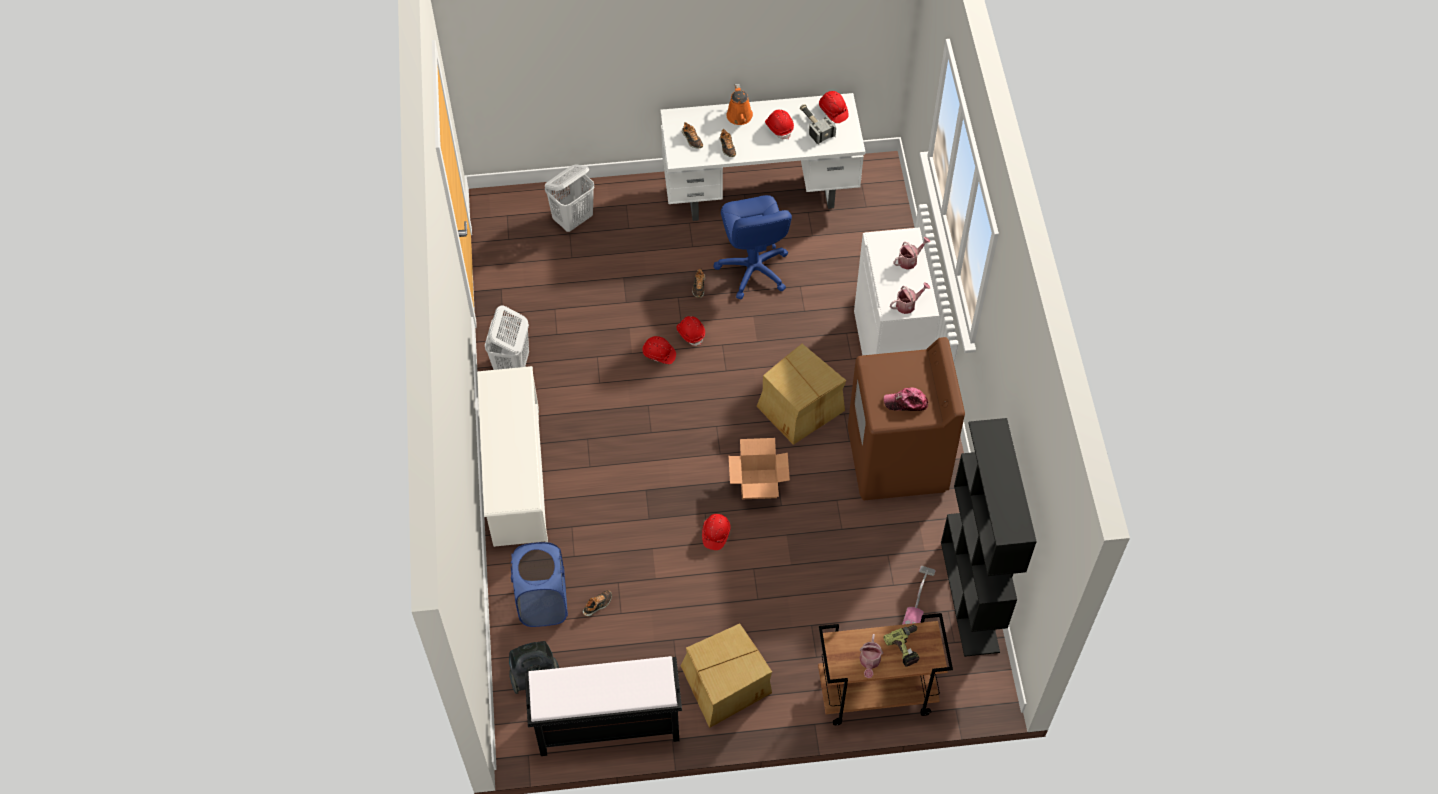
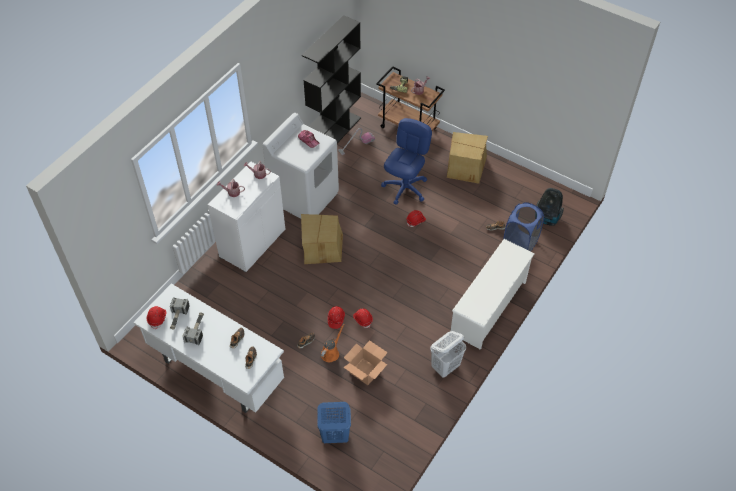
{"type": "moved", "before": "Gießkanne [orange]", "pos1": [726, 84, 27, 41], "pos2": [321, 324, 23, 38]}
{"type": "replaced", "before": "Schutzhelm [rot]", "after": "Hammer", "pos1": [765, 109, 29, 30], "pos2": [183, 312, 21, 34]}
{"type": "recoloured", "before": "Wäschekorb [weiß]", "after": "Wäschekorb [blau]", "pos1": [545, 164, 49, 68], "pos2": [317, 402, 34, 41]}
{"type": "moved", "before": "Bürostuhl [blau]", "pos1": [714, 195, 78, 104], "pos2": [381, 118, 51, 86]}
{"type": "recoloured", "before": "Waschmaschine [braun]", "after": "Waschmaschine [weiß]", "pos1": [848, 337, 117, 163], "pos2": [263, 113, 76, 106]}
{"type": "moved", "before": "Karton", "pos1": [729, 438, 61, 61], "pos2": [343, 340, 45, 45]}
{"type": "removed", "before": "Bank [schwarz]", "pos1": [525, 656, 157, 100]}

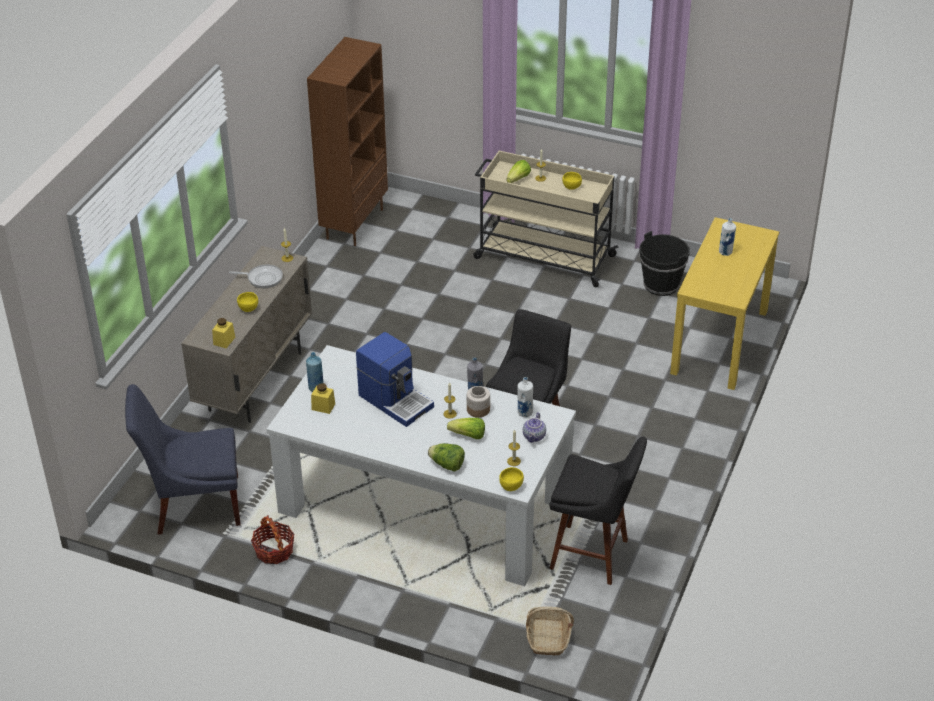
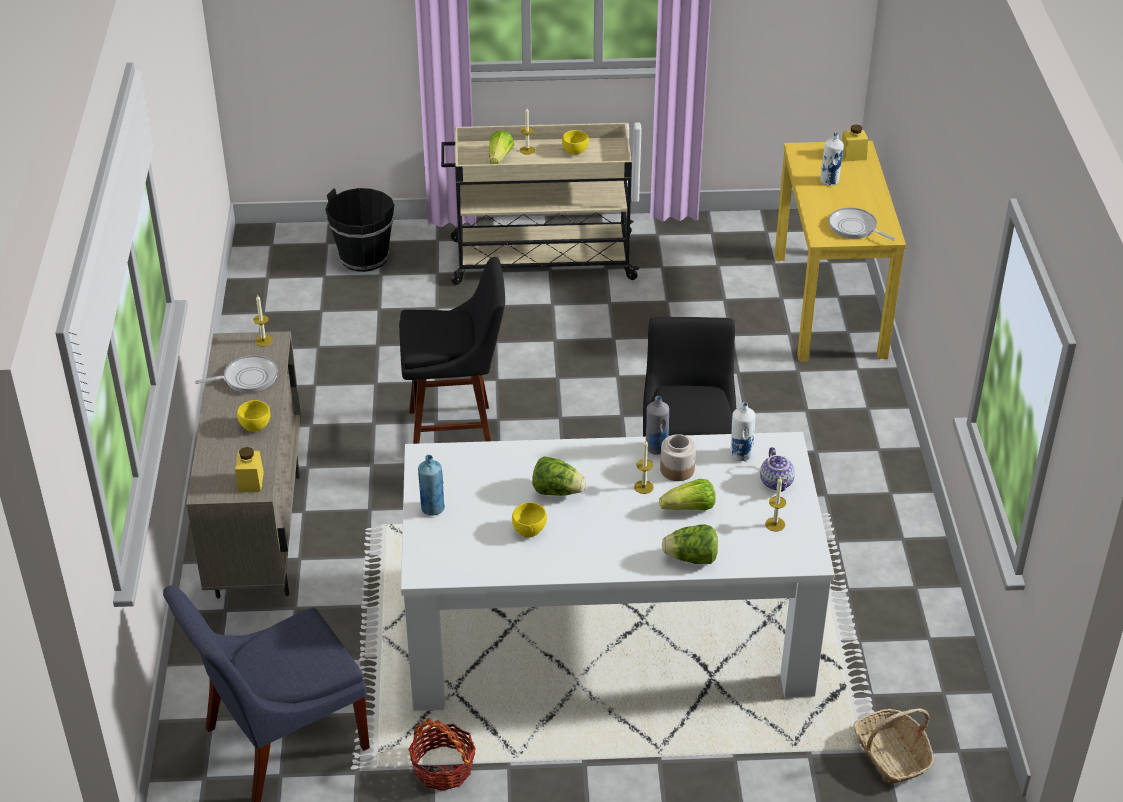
{"type": "removed", "before": "Bücherregal [braun]", "pos1": [307, 37, 81, 209]}
{"type": "moved", "before": "Eimer [schwarz]", "pos1": [639, 231, 51, 65], "pos2": [326, 188, 69, 84]}
{"type": "replaced", "before": "Kaffeemaschine", "after": "Salatkopf", "pos1": [356, 332, 78, 95], "pos2": [532, 456, 54, 40]}
{"type": "moved", "before": "Vorratsglas [gelb]", "pos1": [311, 383, 24, 31], "pos2": [842, 125, 26, 36]}
{"type": "moved", "before": "Hocker [schwarz]", "pos1": [549, 437, 98, 148], "pos2": [399, 257, 106, 187]}
{"type": "moved", "before": "Schüssel [gelb]", "pos1": [499, 467, 25, 24], "pos2": [512, 502, 35, 36]}
{"type": "added", "after": "Pfanne", "pos2": [829, 207, 67, 34]}

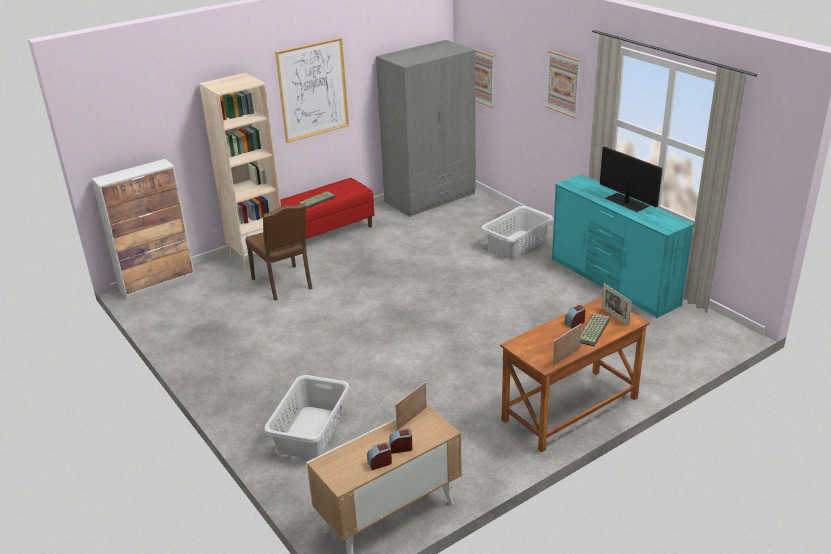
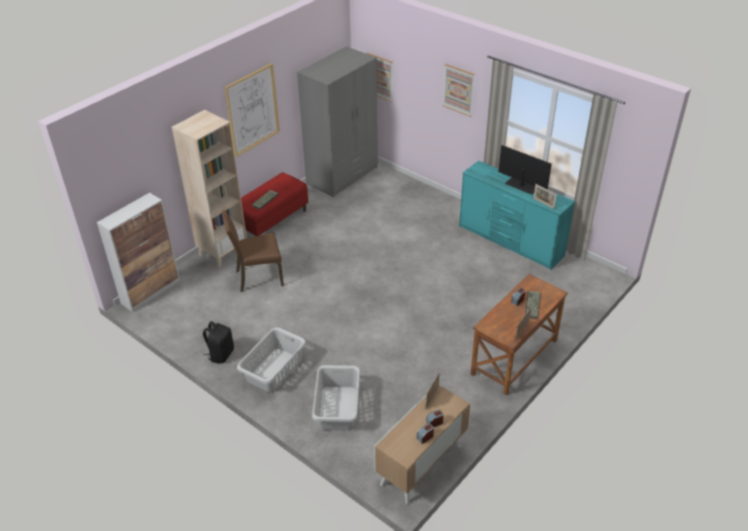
{"type": "turned", "before": "Stuhl [braun]", "pos1": [245, 203, 68, 98], "pos2": [222, 210, 62, 82], "turn": 120}
{"type": "moved", "before": "Wäschekorb [grau]", "pos1": [481, 206, 72, 52], "pos2": [237, 327, 69, 65]}
{"type": "moved", "before": "Bilderrahmen", "pos1": [601, 284, 31, 42], "pos2": [533, 184, 24, 25]}
{"type": "added", "after": "Rucksack [schwarz]", "pos2": [203, 321, 31, 42]}

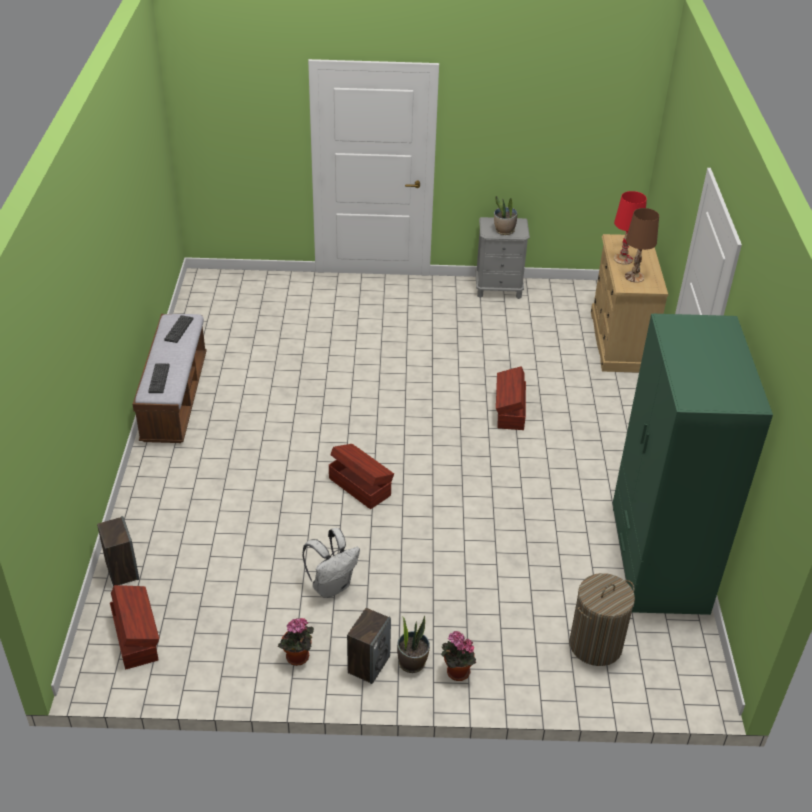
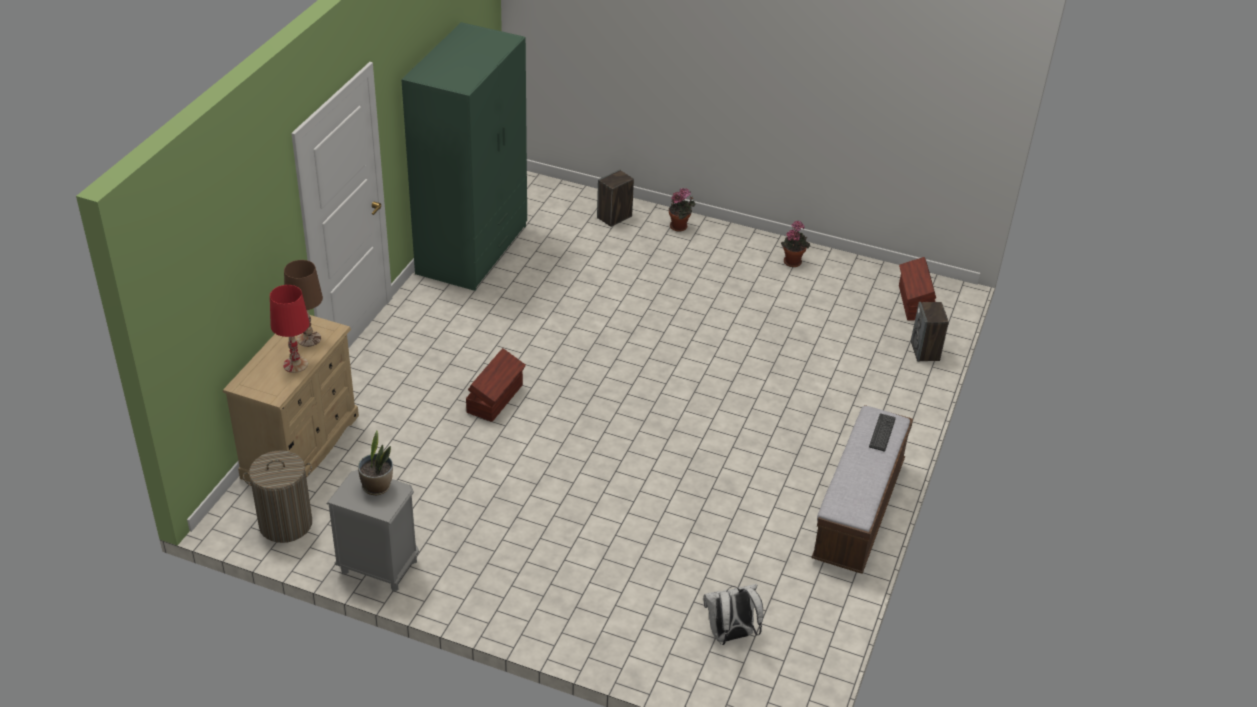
{"type": "removed", "before": "Tastatur", "pos1": [164, 315, 29, 28]}
{"type": "removed", "before": "Aufbewahrungsbox [braun]", "pos1": [329, 444, 65, 65]}
{"type": "moved", "before": "Rucksack [weiß]", "pos1": [302, 528, 58, 70], "pos2": [704, 584, 59, 61]}
{"type": "moved", "before": "Wäschekorb", "pos1": [569, 573, 66, 93], "pos2": [243, 450, 69, 93]}
{"type": "moved", "before": "Lautsprecher", "pos1": [347, 608, 44, 76], "pos2": [597, 169, 37, 58]}
{"type": "removed", "before": "Topfpflanze", "pos1": [397, 616, 33, 57]}

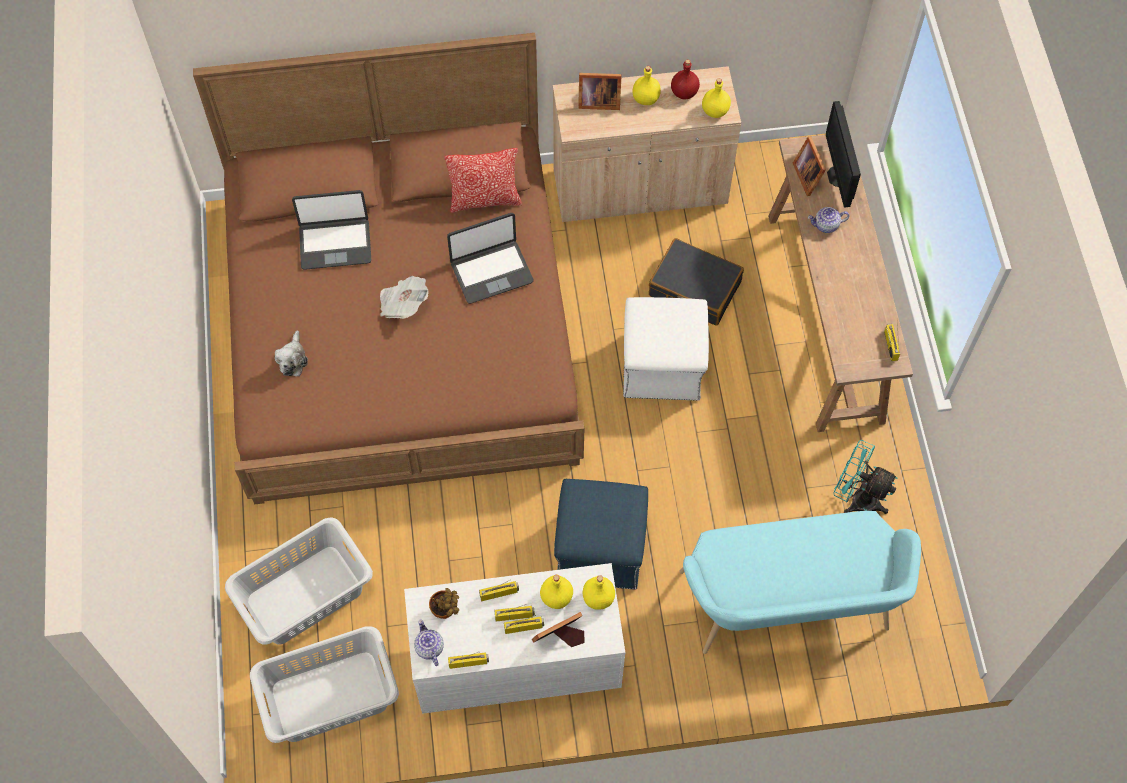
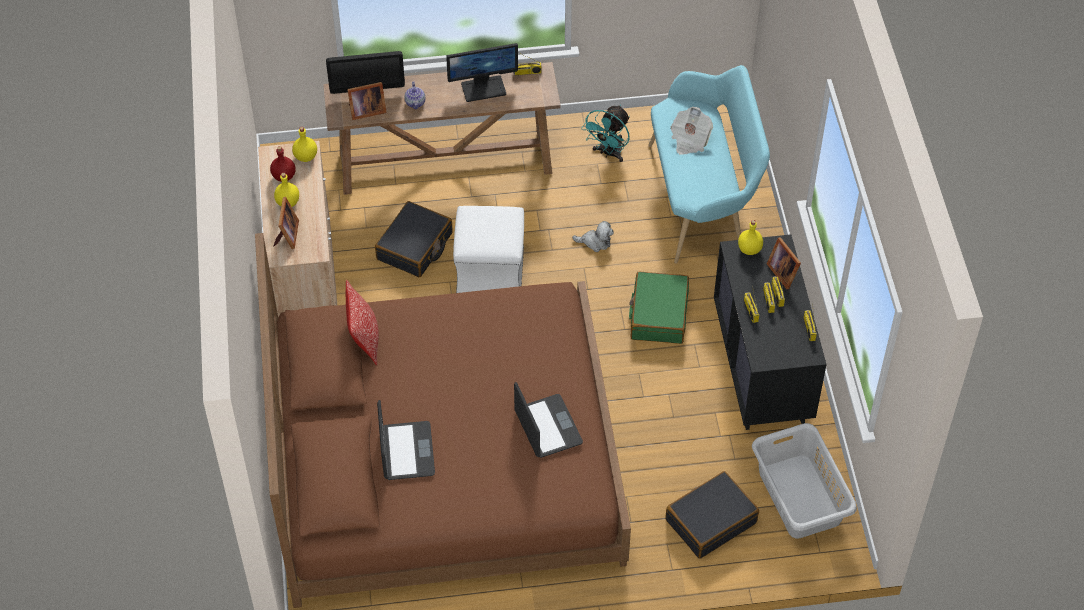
{"type": "moved", "before": "Laptop", "pos1": [447, 213, 86, 91], "pos2": [514, 382, 69, 76]}
{"type": "moved", "before": "Zeitung", "pos1": [380, 276, 49, 43], "pos2": [671, 107, 42, 48]}
{"type": "moved", "before": "Plüschtier", "pos1": [275, 330, 33, 47], "pos2": [572, 221, 42, 31]}
{"type": "replaced", "before": "Polsterhocker [blau]", "after": "Koffer [grün]", "pos1": [554, 479, 94, 111], "pos2": [629, 272, 60, 72]}
{"type": "replaced", "before": "Wäschekorb [grau]", "after": "Koffer [schwarz]", "pos1": [225, 518, 148, 127], "pos2": [665, 471, 94, 88]}
{"type": "recoloured", "before": "Kommode [weiß]", "after": "Kommode [schwarz]", "pos1": [404, 563, 222, 151], "pos2": [714, 234, 113, 196]}
{"type": "removed", "before": "Flasche [gelb]", "pos1": [540, 575, 33, 34]}
{"type": "removed", "before": "Topfpflanze", "pos1": [429, 588, 30, 31]}
{"type": "removed", "before": "Teekanne", "pos1": [414, 619, 30, 47]}
{"type": "added", "after": "Monitor", "pos2": [446, 43, 72, 59]}

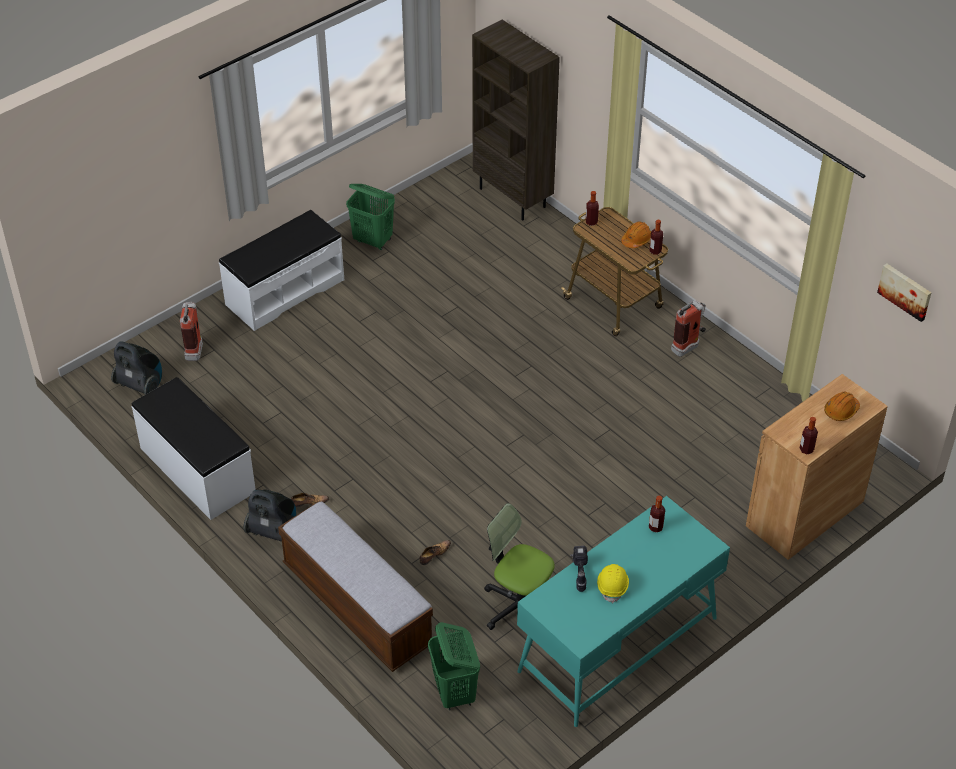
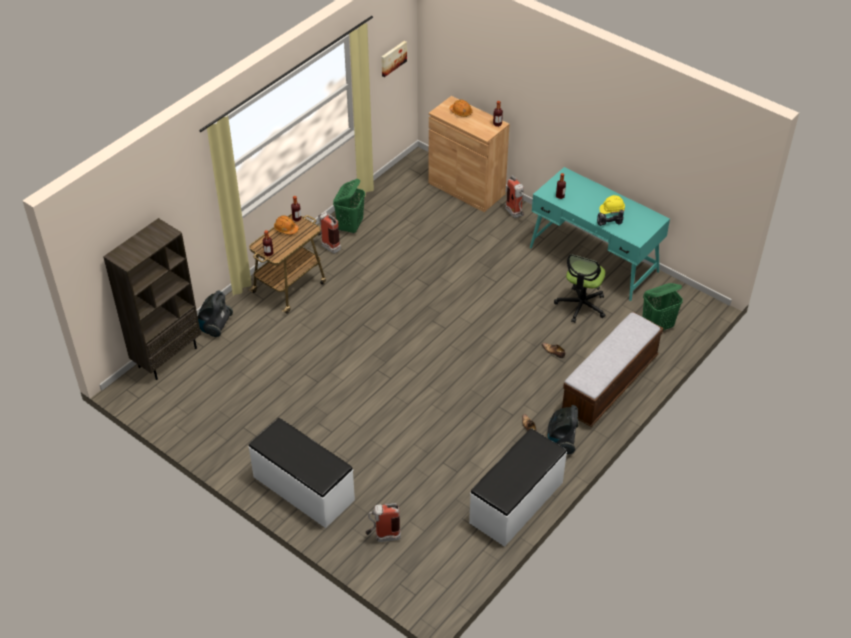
{"type": "moved", "before": "Wäschekorb [grün]", "pos1": [346, 184, 49, 66], "pos2": [333, 179, 32, 55]}
{"type": "moved", "before": "Staubsauger", "pos1": [111, 341, 51, 54], "pos2": [198, 290, 35, 47]}
{"type": "added", "after": "Feuerlöscher", "pos2": [505, 175, 19, 43]}

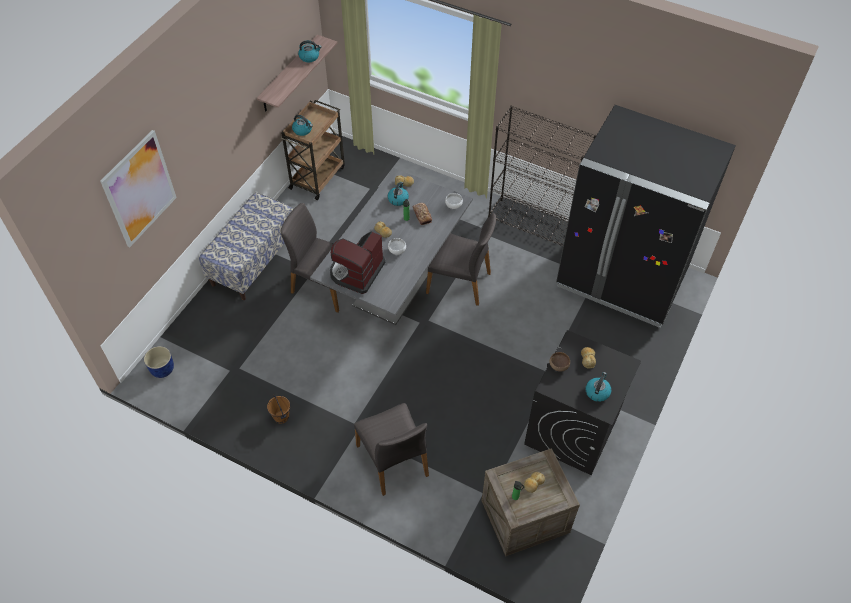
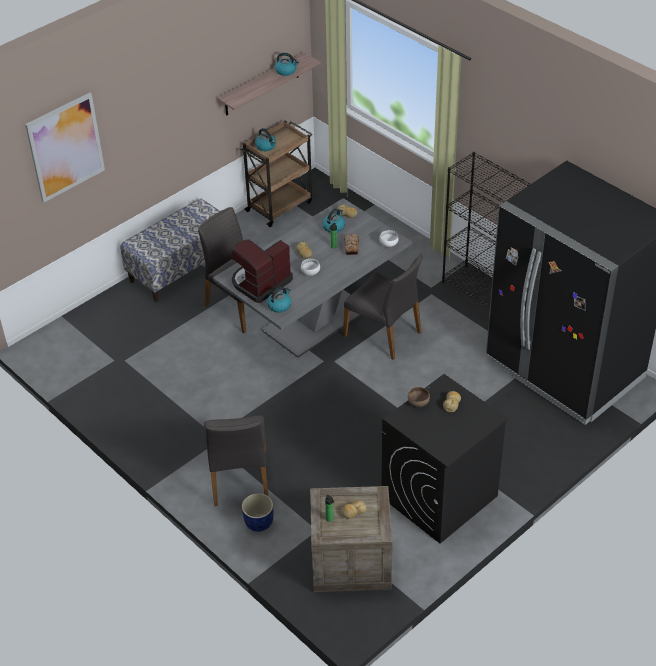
{"type": "moved", "before": "Pflanzkübel [blau]", "pos1": [144, 346, 30, 32], "pos2": [242, 493, 31, 39]}
{"type": "moved", "before": "Wasserkessel", "pos1": [585, 372, 26, 30], "pos2": [267, 287, 24, 26]}
{"type": "removed", "before": "Eimer [braun]", "pos1": [267, 395, 23, 29]}

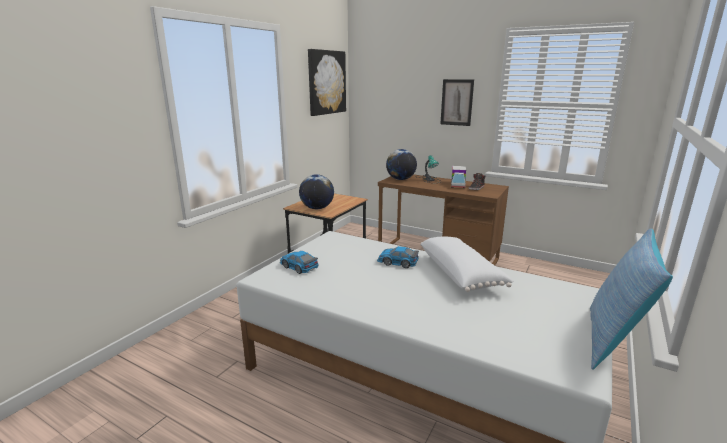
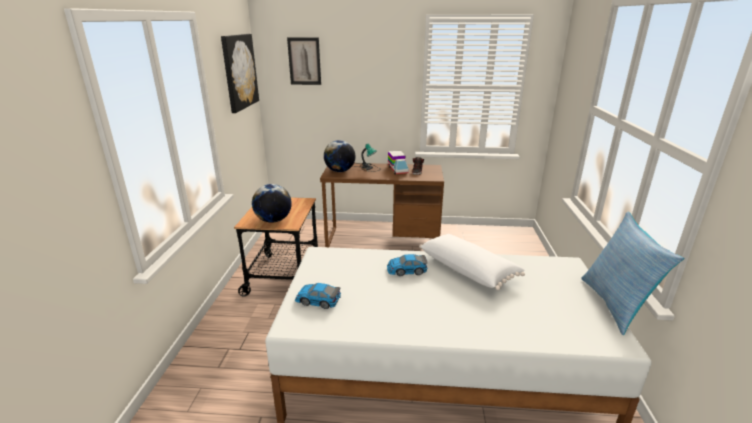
{"type": "moved", "before": "Bild", "pos1": [440, 79, 34, 47], "pos2": [287, 38, 34, 47]}

